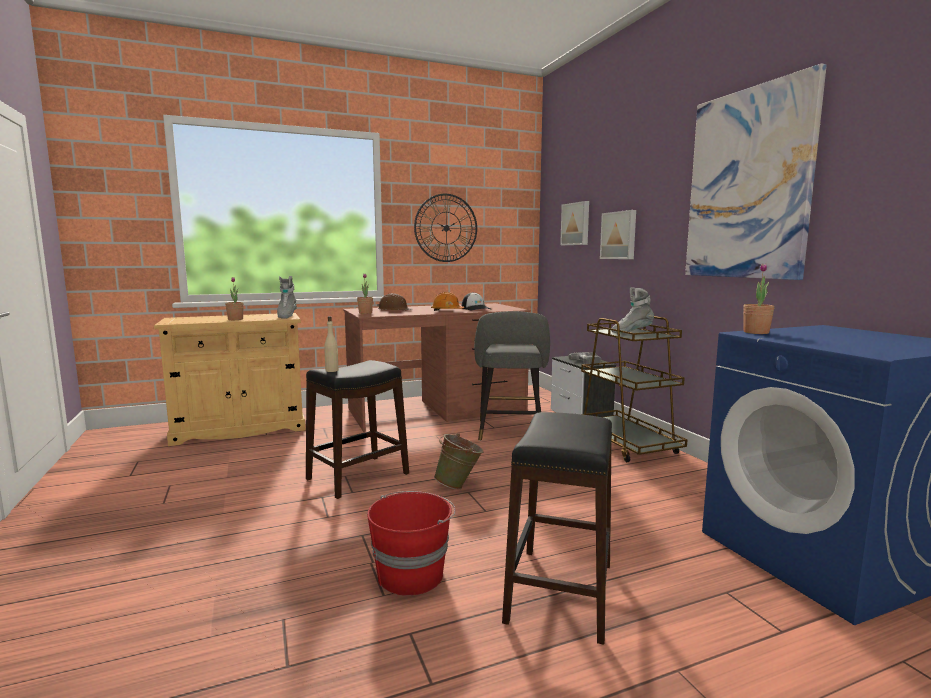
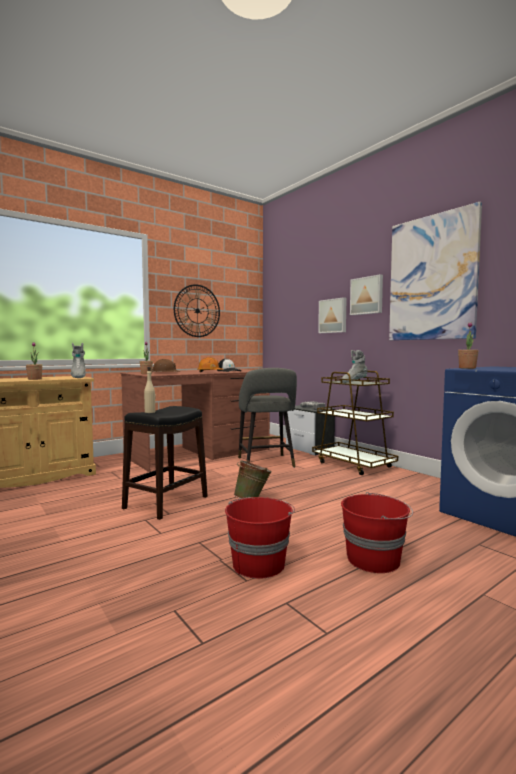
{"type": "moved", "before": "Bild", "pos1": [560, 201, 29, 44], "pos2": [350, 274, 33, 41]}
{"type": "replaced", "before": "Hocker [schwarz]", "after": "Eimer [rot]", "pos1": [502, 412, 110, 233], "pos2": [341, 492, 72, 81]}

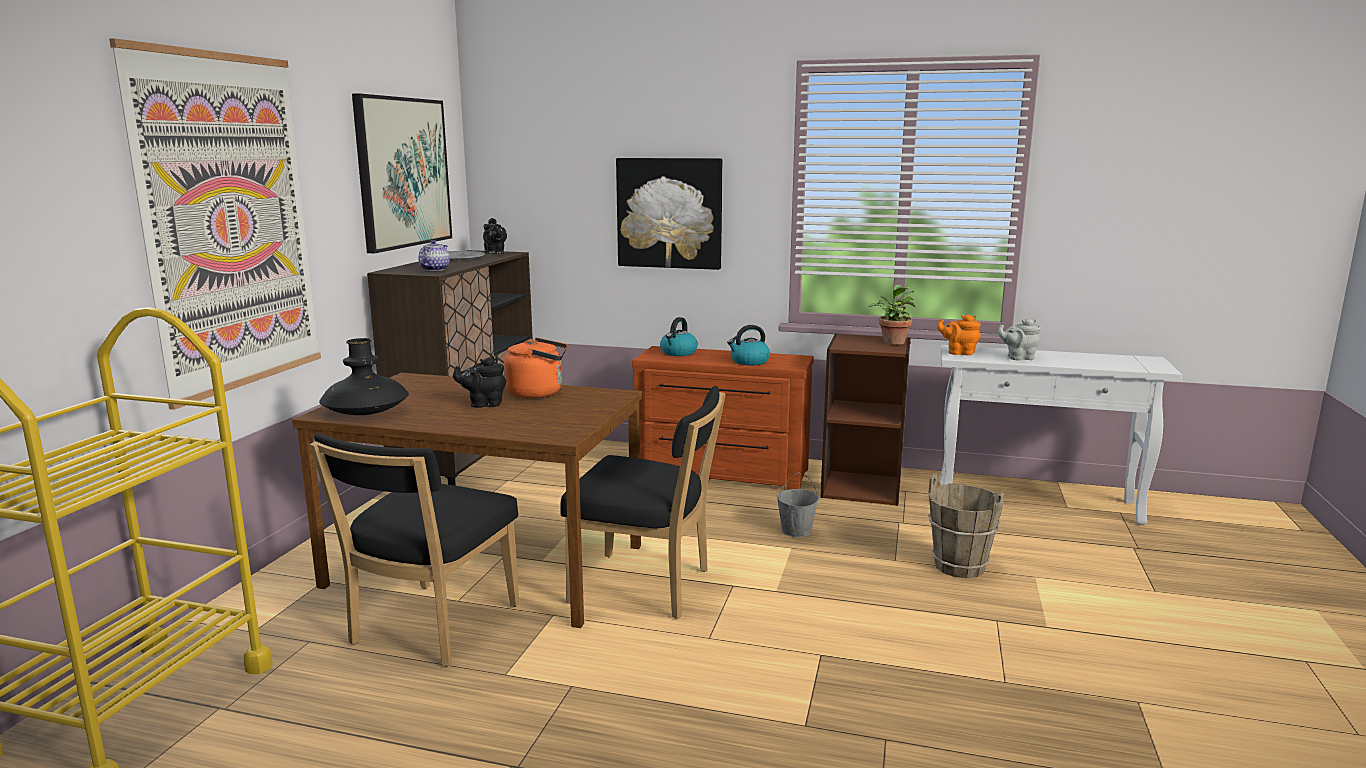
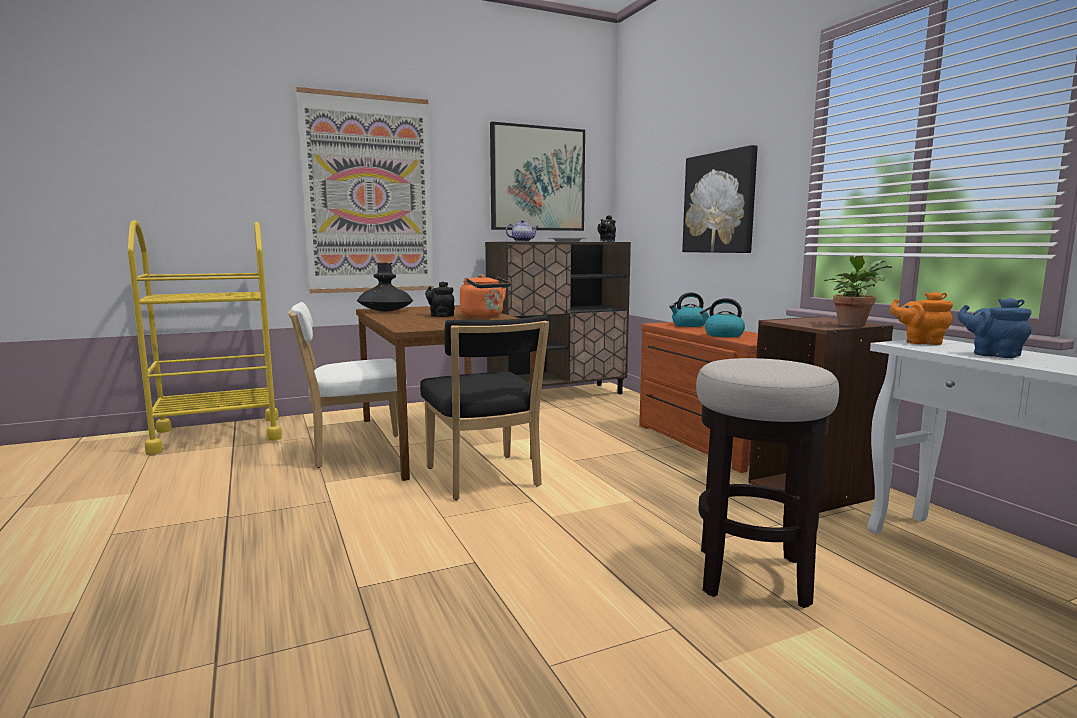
{"type": "turned", "before": "Teekanne [orange]", "pos1": [937, 314, 44, 42], "pos2": [890, 291, 63, 54], "turn": -45}
{"type": "recoloured", "before": "Teekanne [grau]", "after": "Teekanne [blau]", "pos1": [998, 318, 43, 42], "pos2": [957, 298, 74, 60]}
{"type": "recoloured", "before": "Stuhl [schwarz]", "after": "Stuhl [weiß]", "pos1": [310, 433, 209, 233], "pos2": [288, 302, 119, 166]}
{"type": "removed", "before": "Eimer [grau]", "pos1": [776, 472, 43, 65]}
{"type": "replaced", "before": "Eimer [braun]", "after": "Hocker", "pos1": [928, 473, 76, 105], "pos2": [696, 358, 143, 250]}

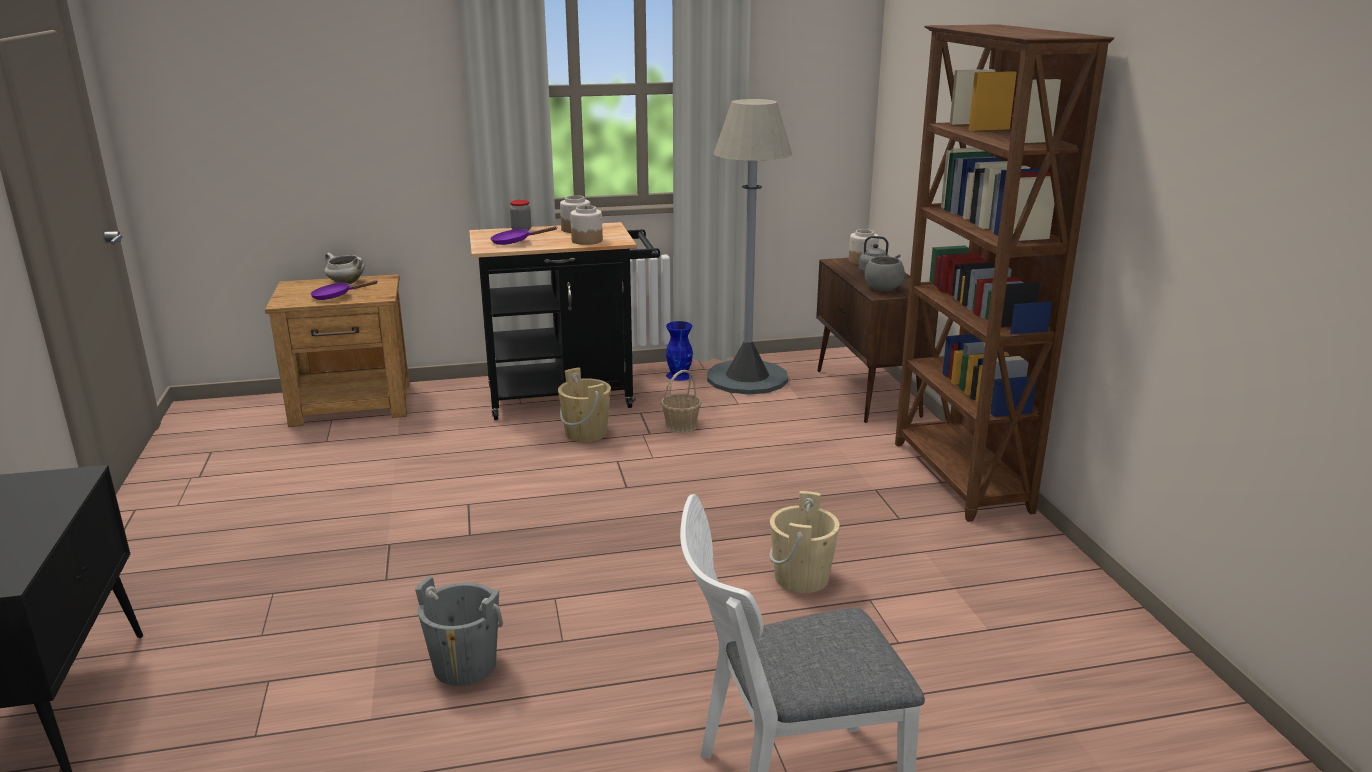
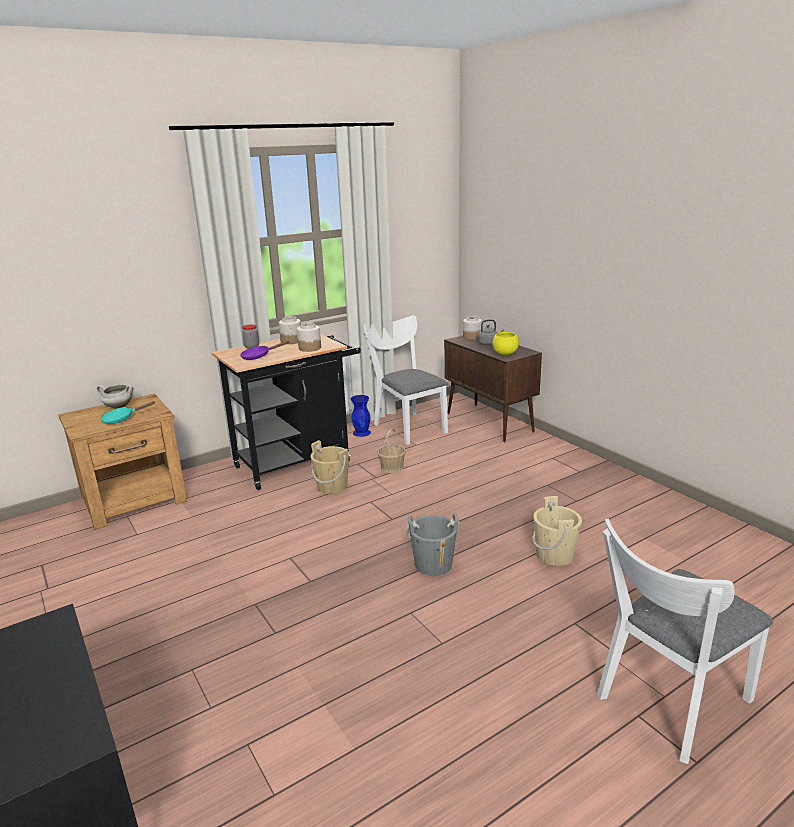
{"type": "removed", "before": "Bücherregal [braun]", "pos1": [895, 24, 219, 498]}
{"type": "replaced", "before": "Stehlampe [grau]", "after": "Stuhl [weiß]", "pos1": [707, 99, 85, 296], "pos2": [363, 315, 85, 130]}
{"type": "recoloured", "before": "Schüssel [grau]", "after": "Schüssel [gelb]", "pos1": [865, 256, 40, 35], "pos2": [493, 332, 26, 23]}
{"type": "recoloured", "before": "Pfanne [lila]", "after": "Pfanne [türkis]", "pos1": [310, 280, 68, 20], "pos2": [100, 401, 55, 23]}
{"type": "moved", "before": "Eimer [grau]", "pos1": [415, 576, 88, 110], "pos2": [406, 513, 54, 63]}

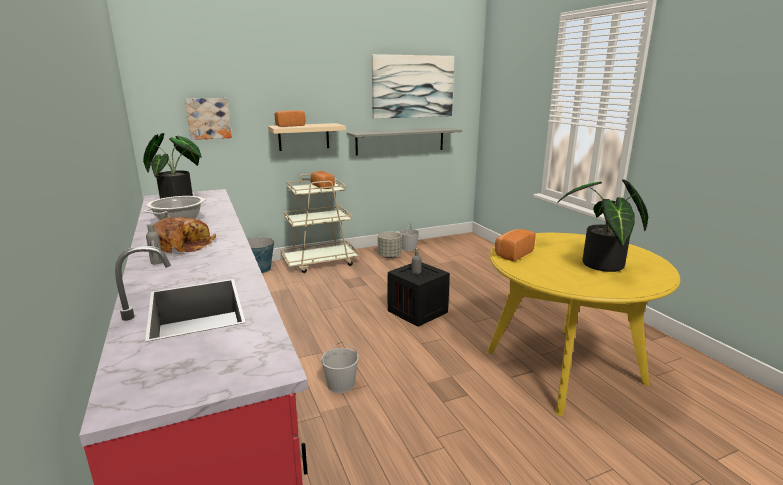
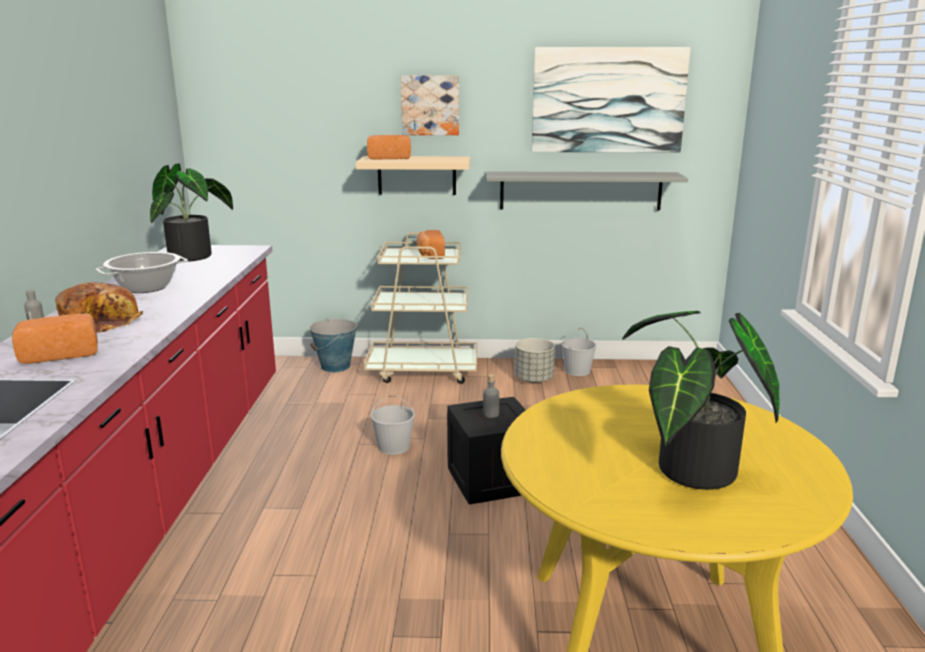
{"type": "moved", "before": "Bild", "pos1": [185, 98, 47, 42], "pos2": [401, 75, 58, 60]}
{"type": "moved", "before": "Brot", "pos1": [495, 229, 41, 32], "pos2": [12, 314, 86, 50]}
{"type": "moved", "before": "Eimer [weiß]", "pos1": [321, 342, 38, 51], "pos2": [371, 395, 44, 60]}

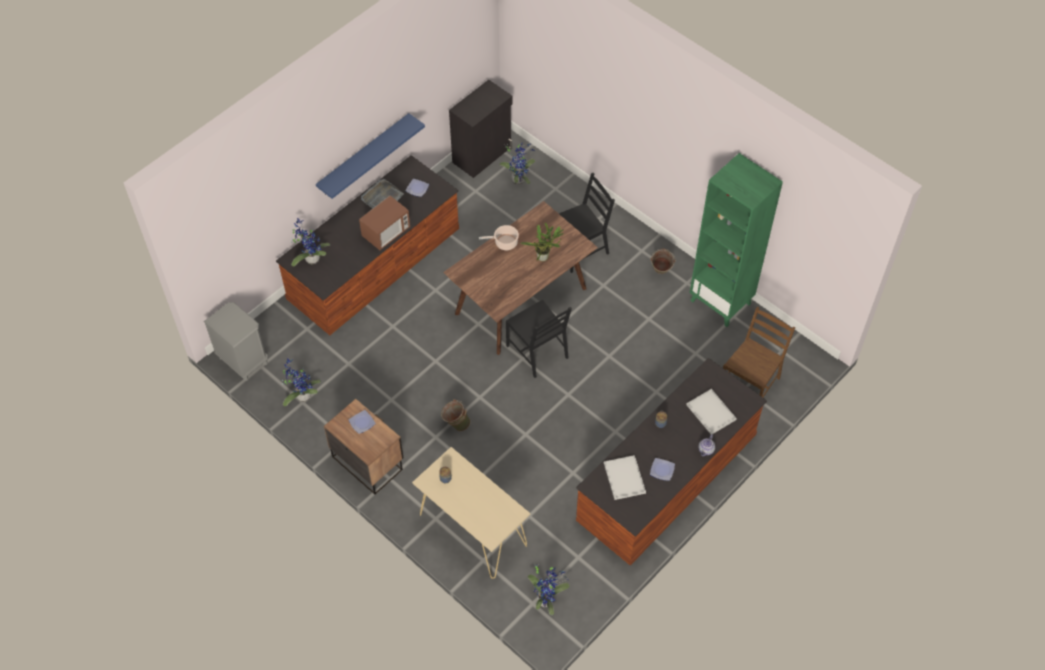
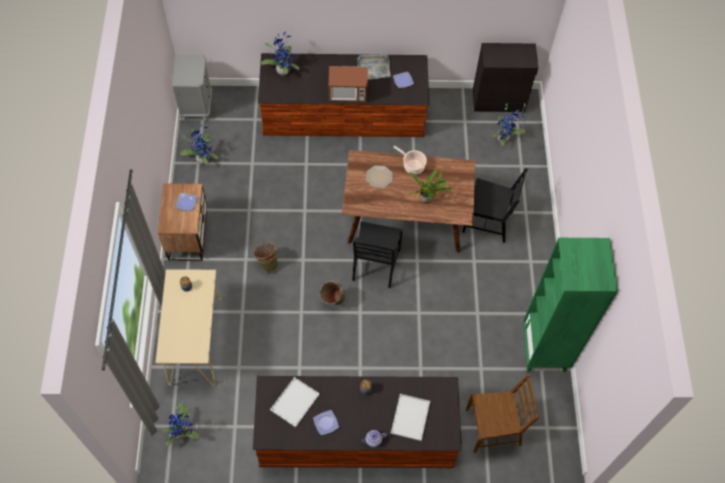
{"type": "removed", "before": "Wandregal [blau]", "pos1": [316, 113, 109, 86]}
{"type": "moved", "before": "Eimer [grün]", "pos1": [651, 249, 24, 25], "pos2": [320, 280, 25, 25]}
{"type": "added", "after": "Teller", "pos2": [366, 165, 27, 23]}

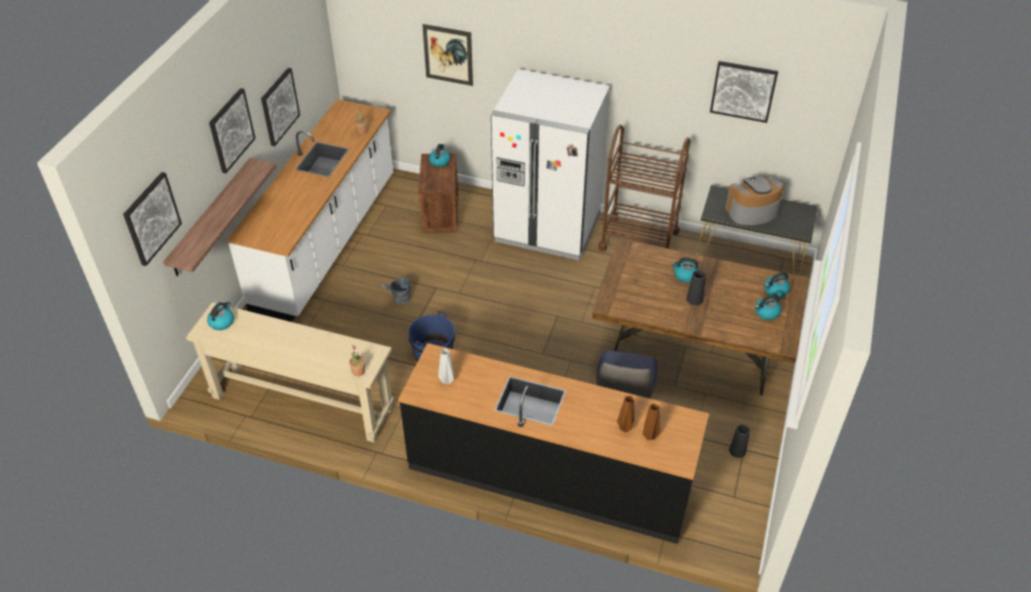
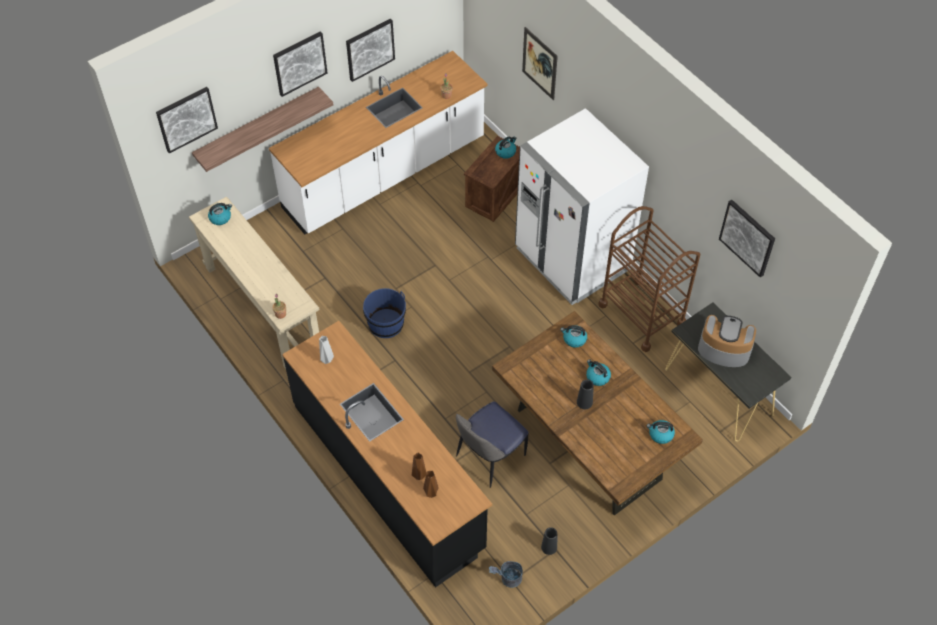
{"type": "moved", "before": "Eimer [grau]", "pos1": [382, 278, 29, 26], "pos2": [489, 561, 34, 27]}
{"type": "moved", "before": "Wasserkessel", "pos1": [755, 294, 26, 26], "pos2": [560, 325, 27, 23]}

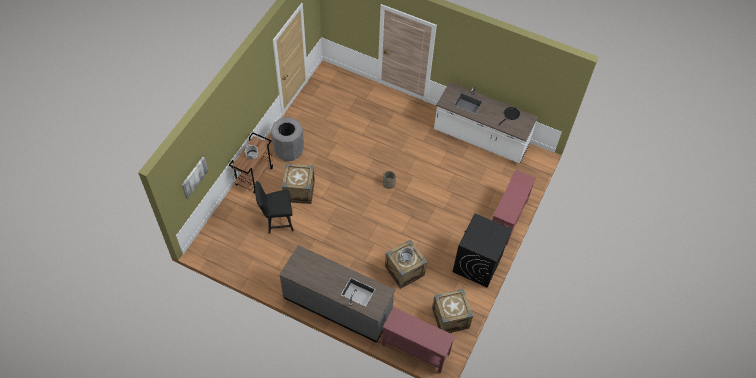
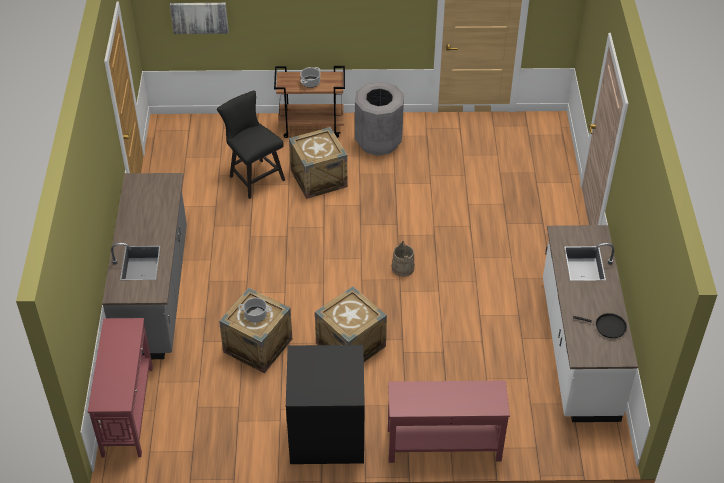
{"type": "moved", "before": "Kiste", "pos1": [432, 289, 41, 44], "pos2": [315, 286, 72, 76]}

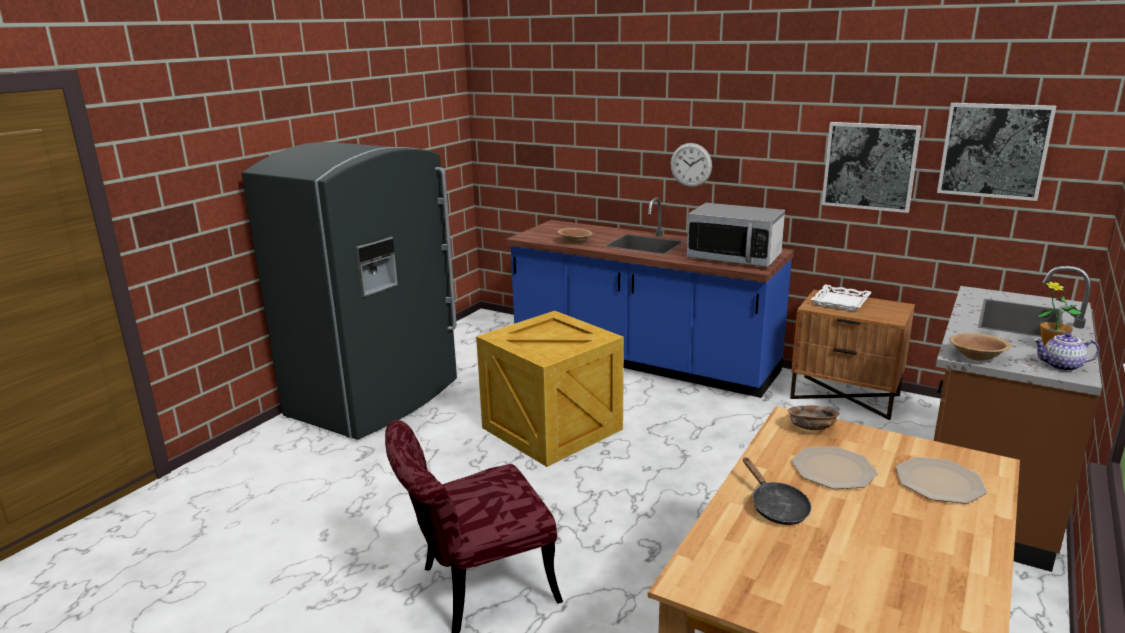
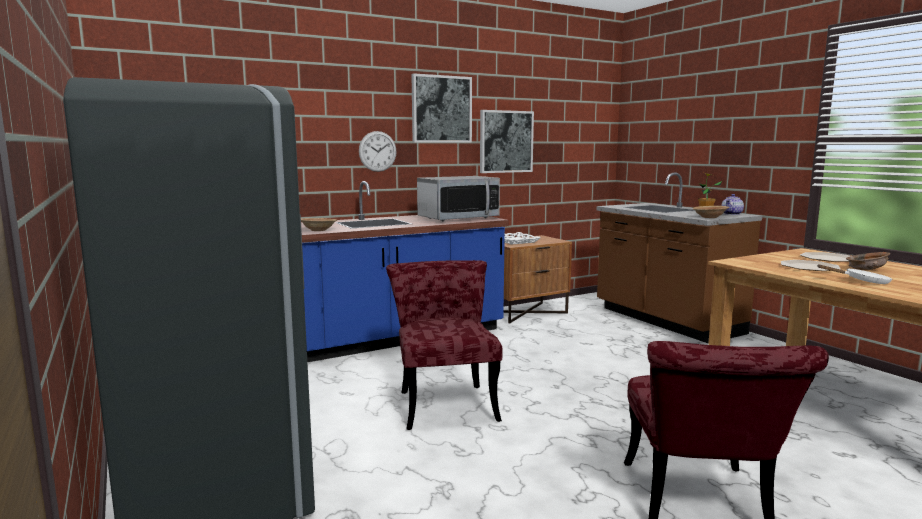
{"type": "moved", "before": "Bild", "pos1": [937, 103, 119, 98], "pos2": [411, 73, 61, 70]}
{"type": "replaced", "before": "Kiste", "after": "Stuhl [rot]", "pos1": [476, 311, 148, 156], "pos2": [386, 260, 117, 170]}
{"type": "moved", "before": "Schüssel [braun]", "pos1": [788, 405, 52, 25], "pos2": [846, 252, 44, 18]}
{"type": "recoloured", "before": "Pfanne [schwarz]", "after": "Pfanne [weiß]", "pos1": [743, 457, 68, 68], "pos2": [818, 264, 74, 20]}

